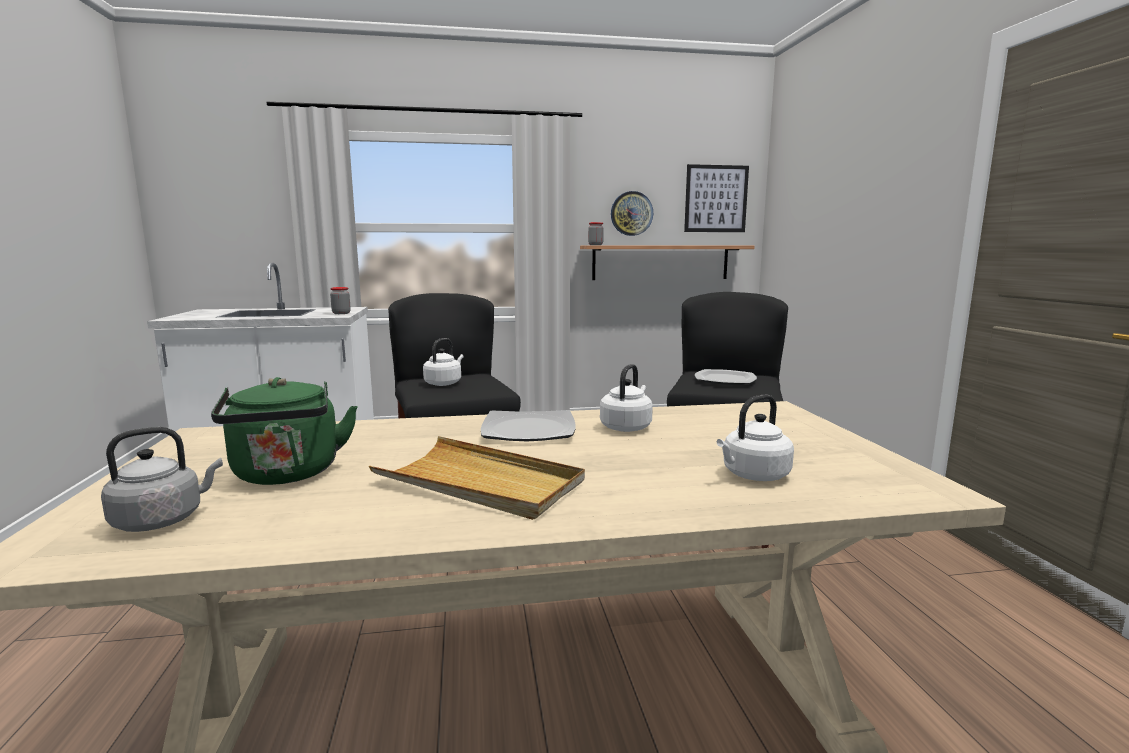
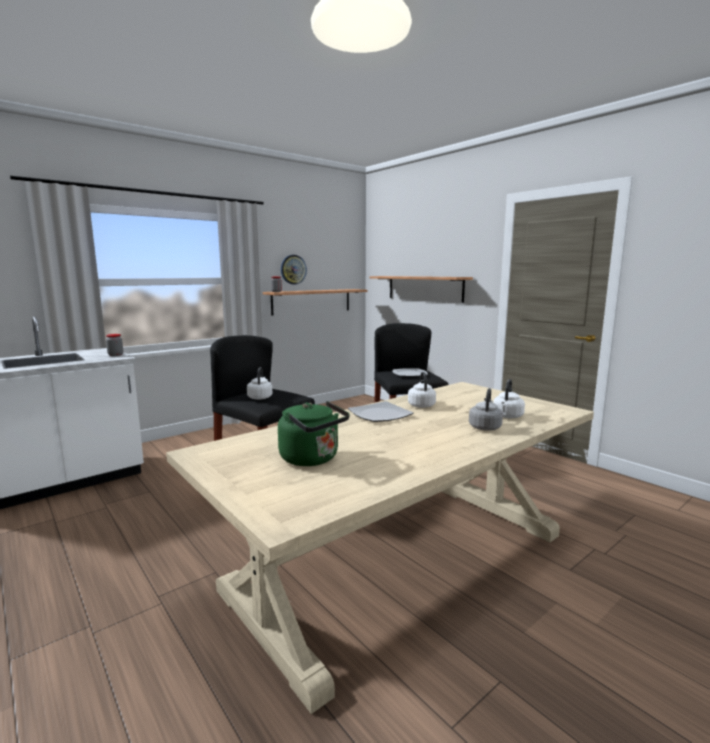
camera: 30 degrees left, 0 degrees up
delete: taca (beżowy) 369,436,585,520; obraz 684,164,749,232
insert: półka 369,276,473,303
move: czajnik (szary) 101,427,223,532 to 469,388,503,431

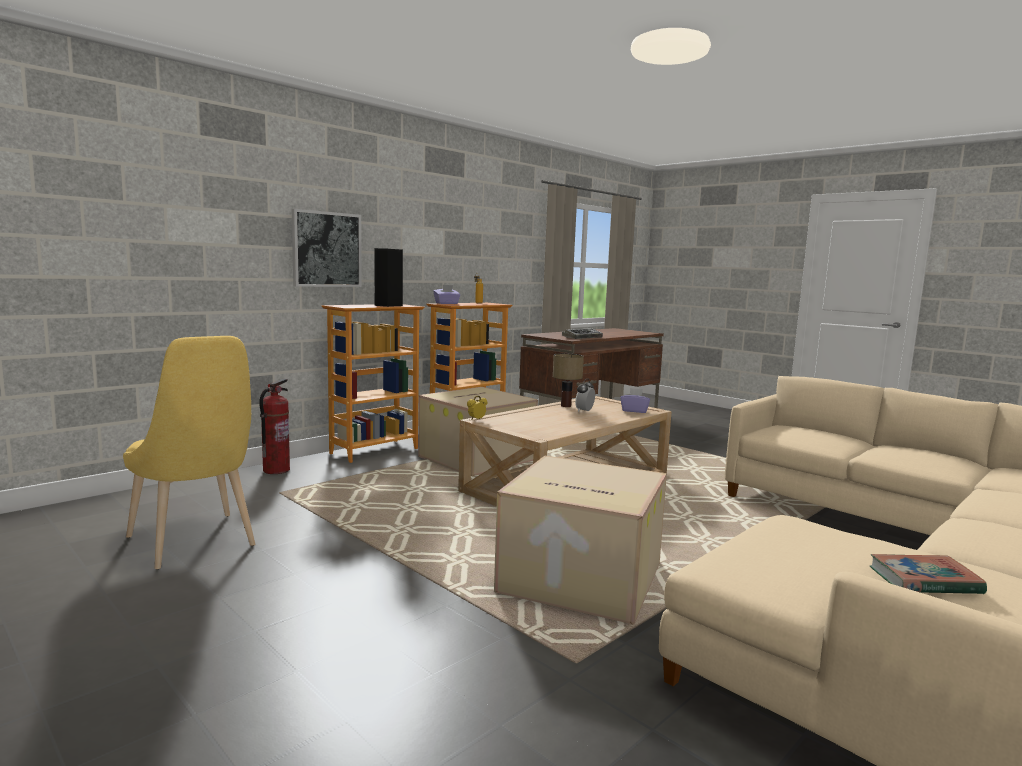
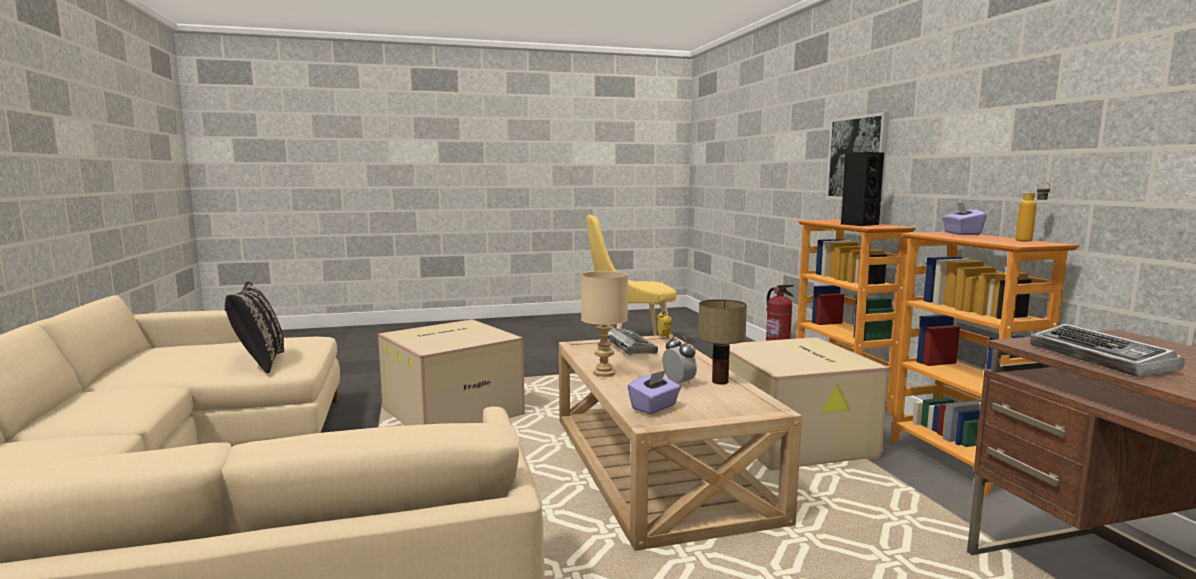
camera: 120 degrees right, 0 degrees up
delete: książka 870,554,987,594
insert: poduszka (czarny) 225,282,284,373; lampa stołowa (beżowy) 581,271,628,377; klawiatura 608,328,658,355

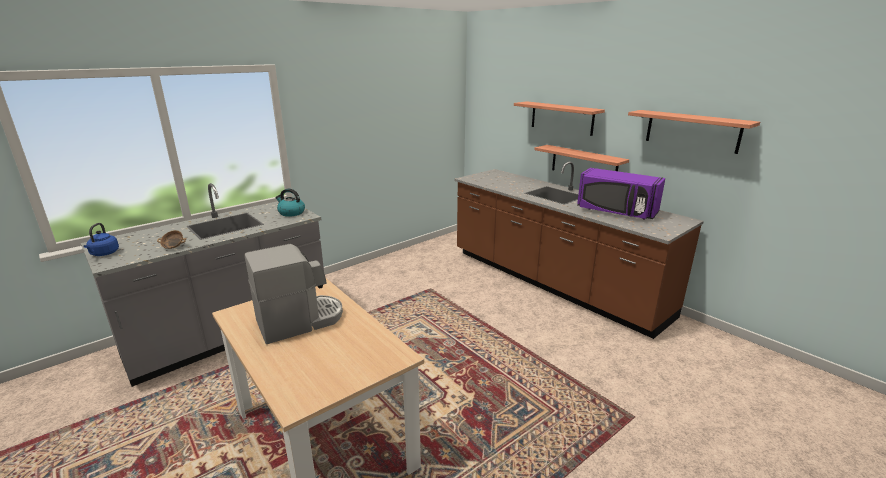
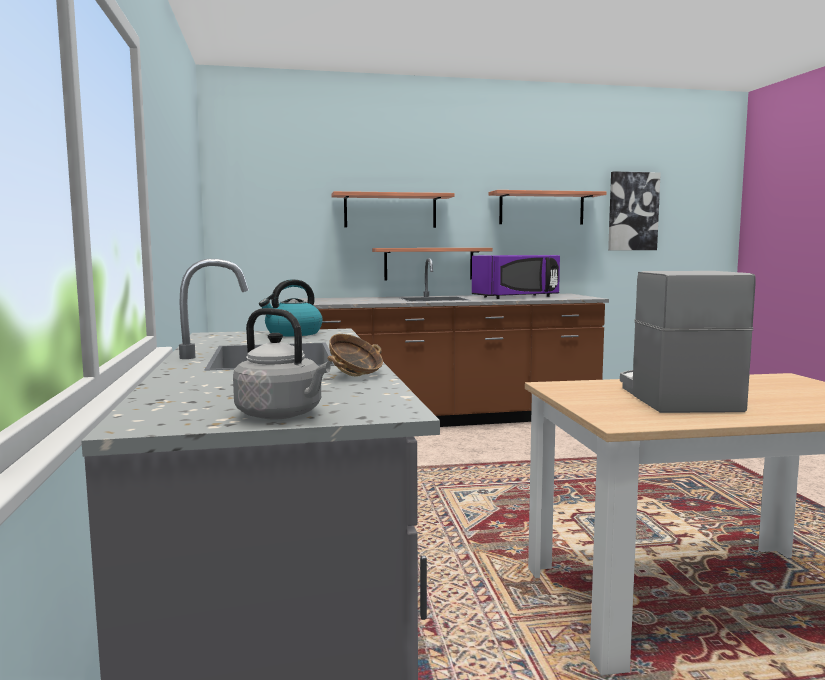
camera: 60 degrees left, 15 degrees down
insert: obraz 608,171,661,250
recolor: czajnik (niebieski) 83,223,119,256 to czajnik (szary) 233,308,331,419

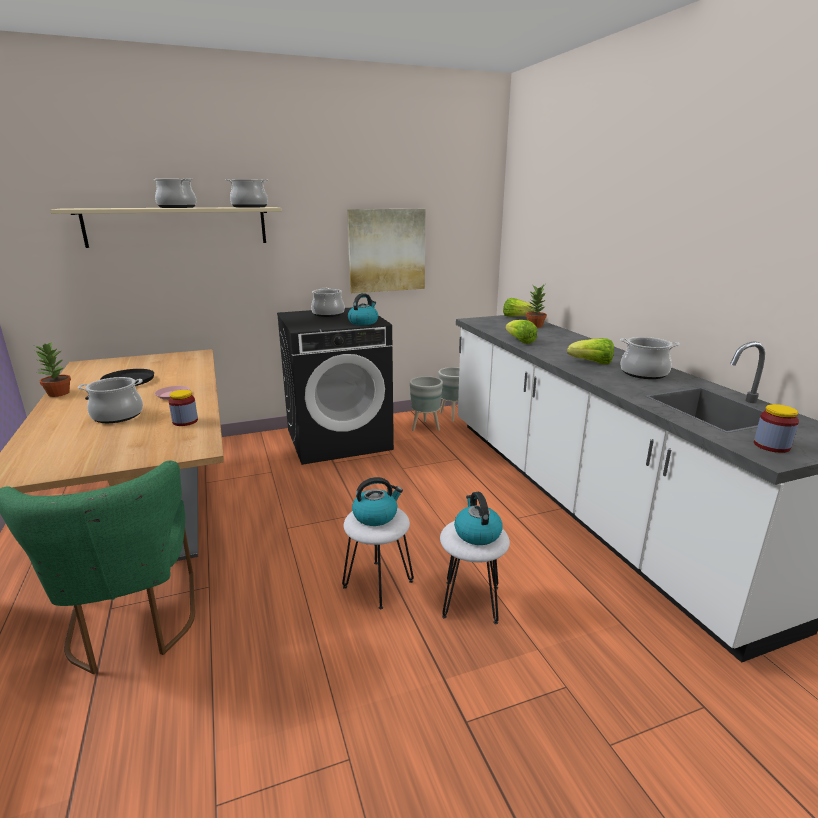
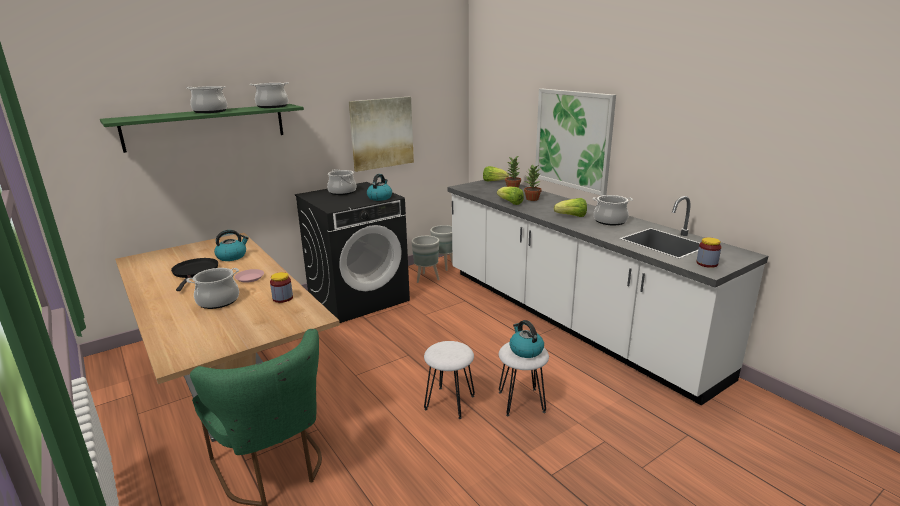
camera: 15 degrees left, 0 degrees up
insert: obraz 535,89,616,196
move: roślina doniczkowa 35,342,71,397 to 524,165,542,201; czajnik 352,477,403,526 to 214,230,249,261
recolor: półka (beżowy) 50,207,282,248 to półka (zielony) 100,104,304,153

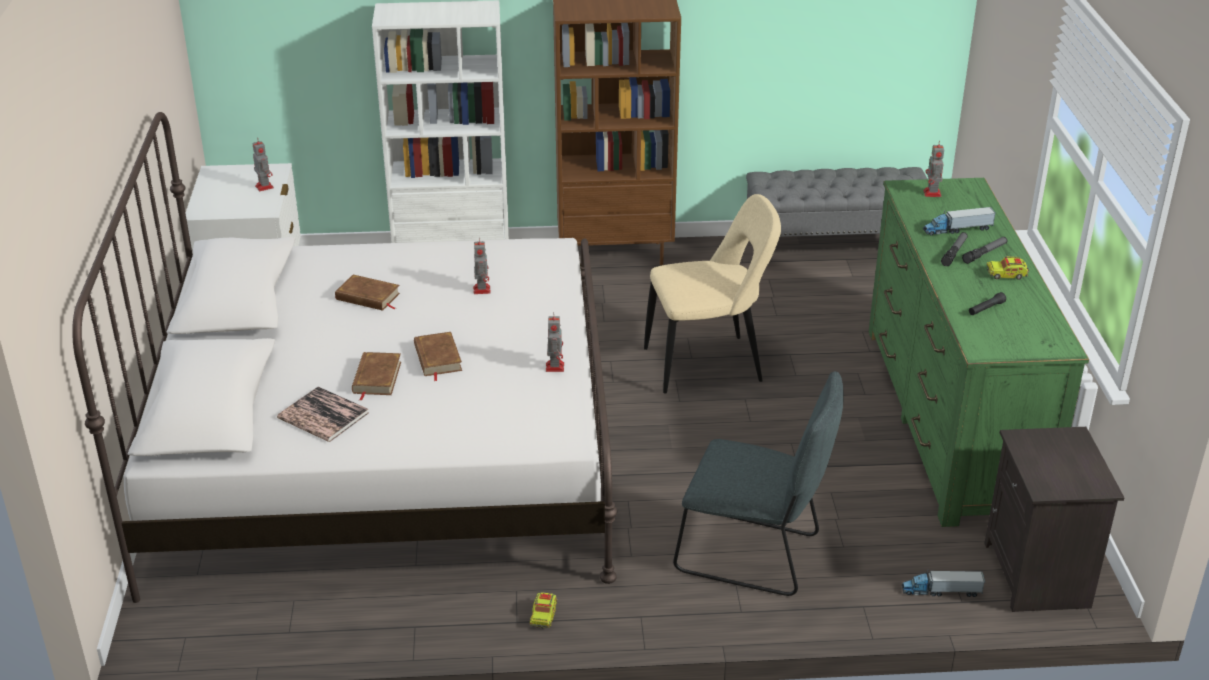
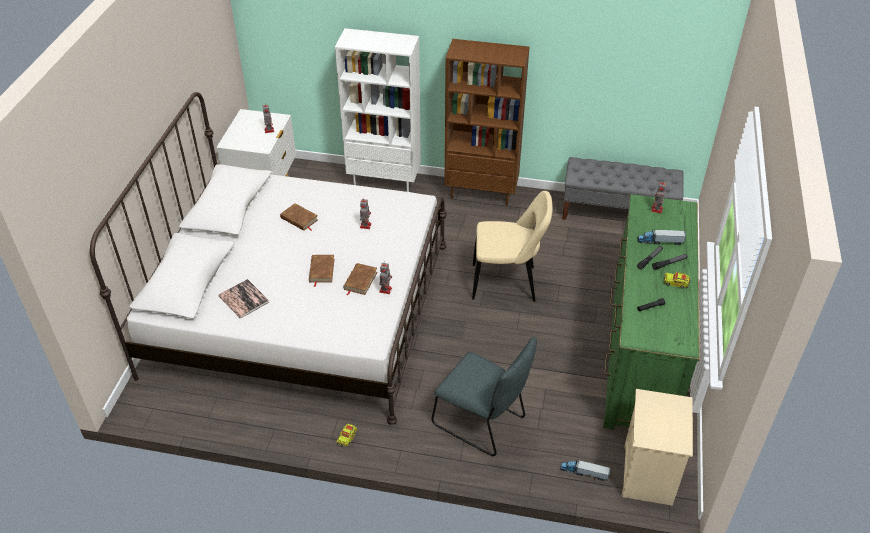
camera: 15 degrees right, 10 degrees up
move: książka (brązowy) 352,352,401,401 to 343,263,377,296
recolor: szafka nocna (czarny) 984,427,1125,612 to szafka nocna (beżowy) 622,389,693,506

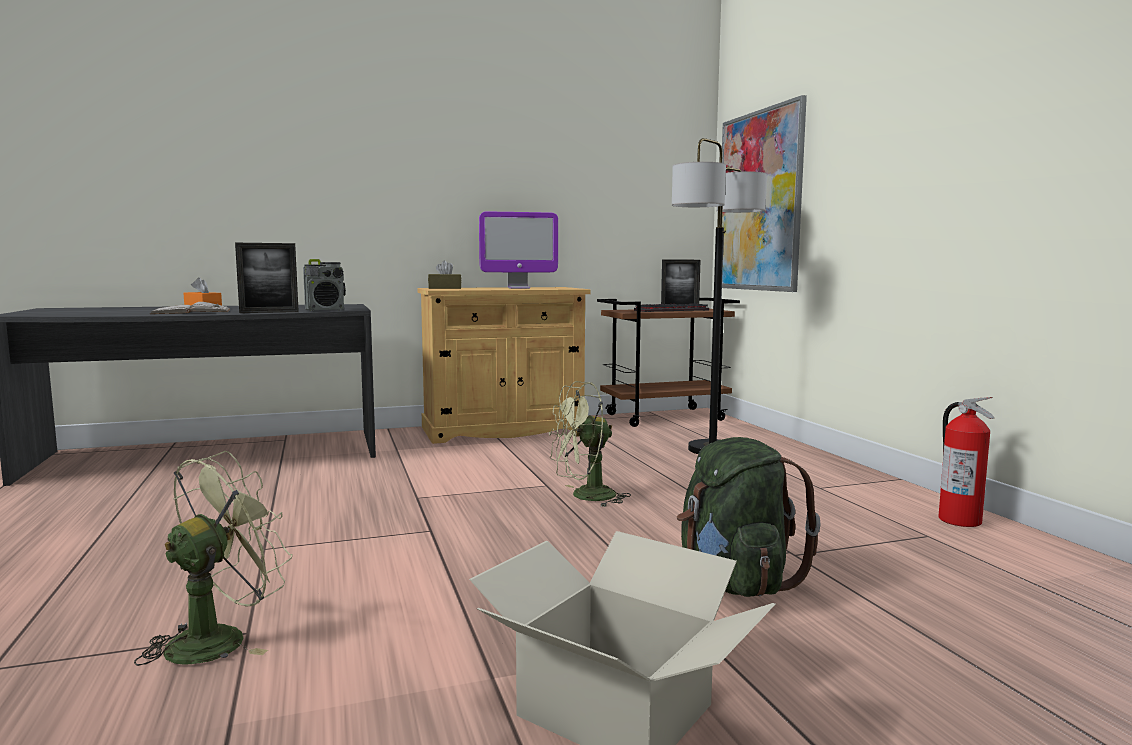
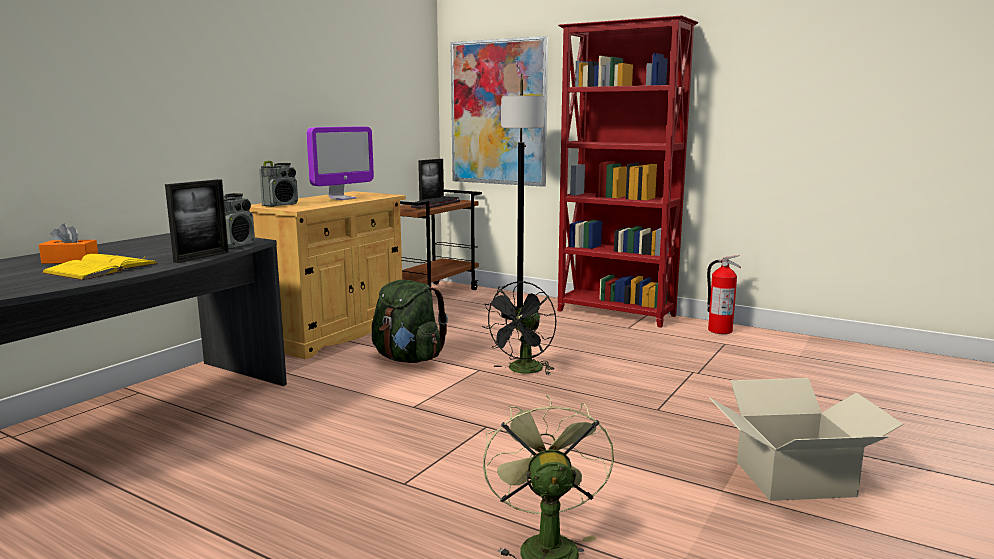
camera: 40 degrees left, 5 degrees up
insert: regał (czerwony) 558,15,699,328
move: plecak (zielony) 677,437,821,597 to 372,279,448,363
replace: pudełko chusteczek (brązowy) 428,260,462,289 to radio 259,161,298,207
recolor: książka (biały) 150,302,230,314 to książka (żółty) 42,254,158,280; wentylator (zielony) 549,381,631,507 to wentylator (czarny) 482,281,556,375

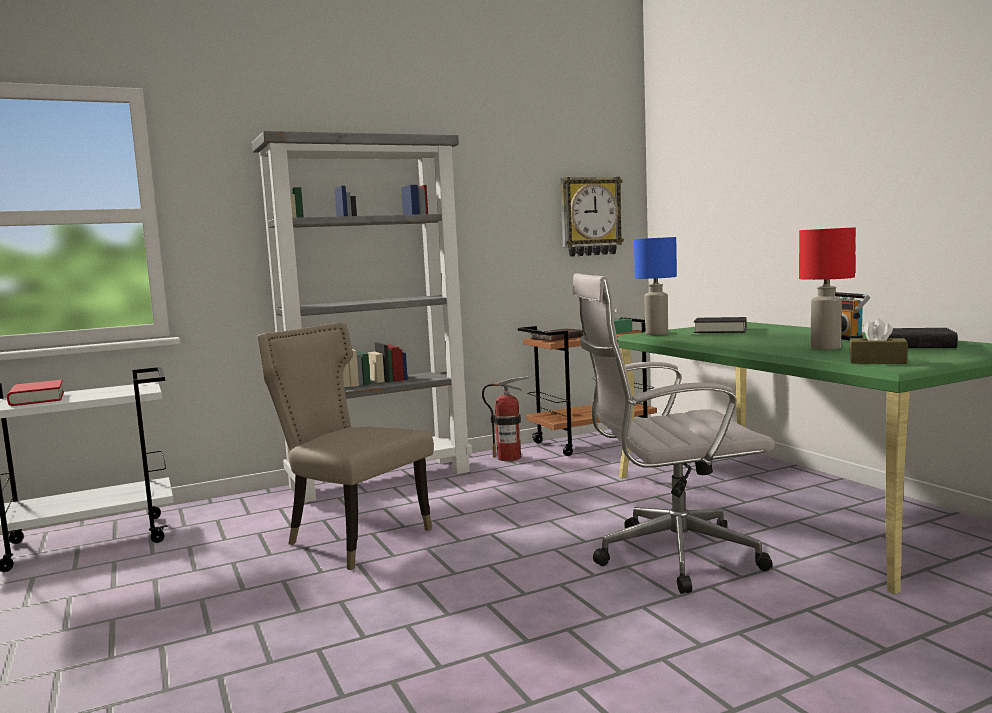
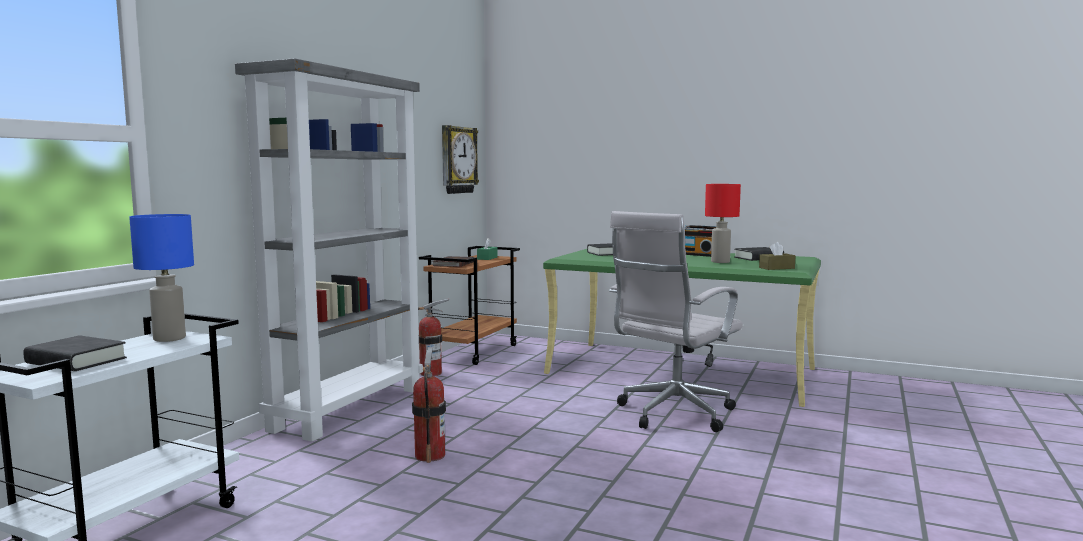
camera: 40 degrees left, 0 degrees up
move: lampa stołowa (niebieski) 634,237,677,335 to 129,214,194,342
replace: krzesło (beżowy) 257,322,434,570 to gaśnica 412,347,446,463
recolor: książka (czerwony) 7,380,64,406 to książka (czarny) 23,335,127,371

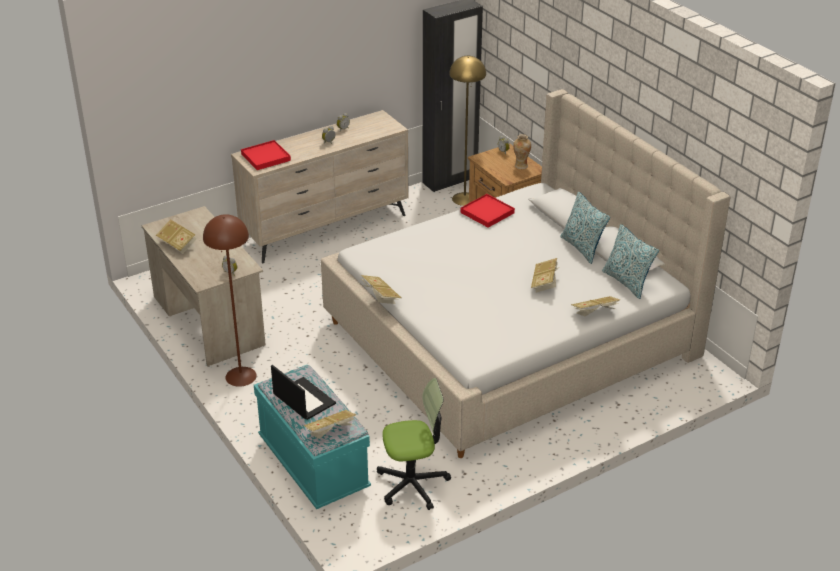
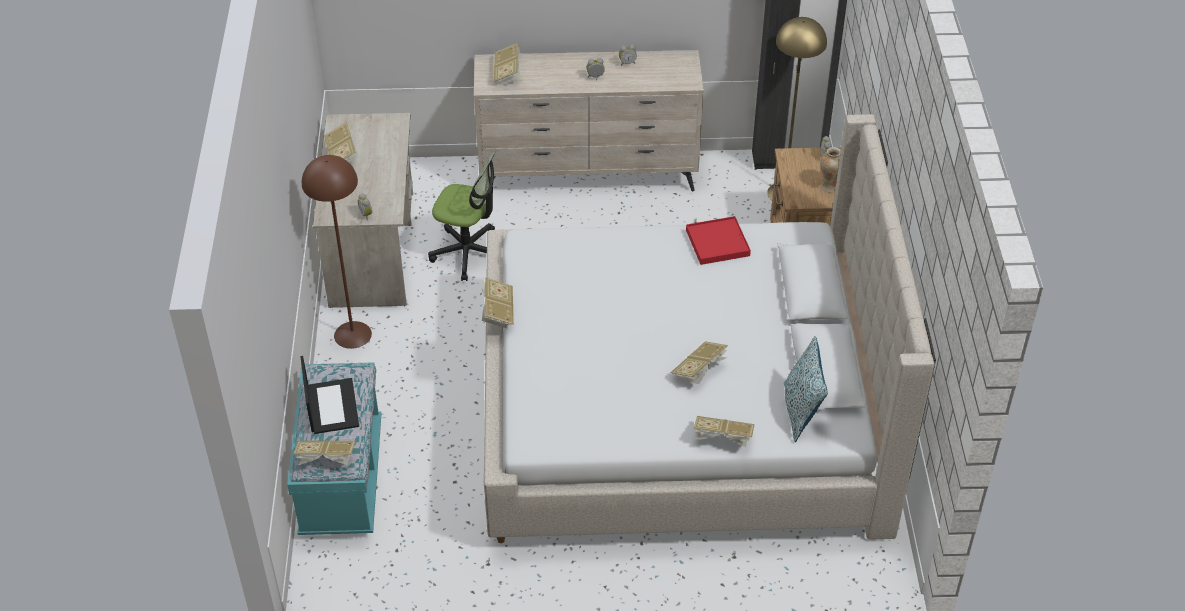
camera: 30 degrees right, 10 degrees up
delete: poduszka 560,192,610,264
move: krzesło biurowe 377,378,451,510 to 428,152,495,281
replace: taca (czerwony) 241,140,291,170 to książka 494,43,522,86

